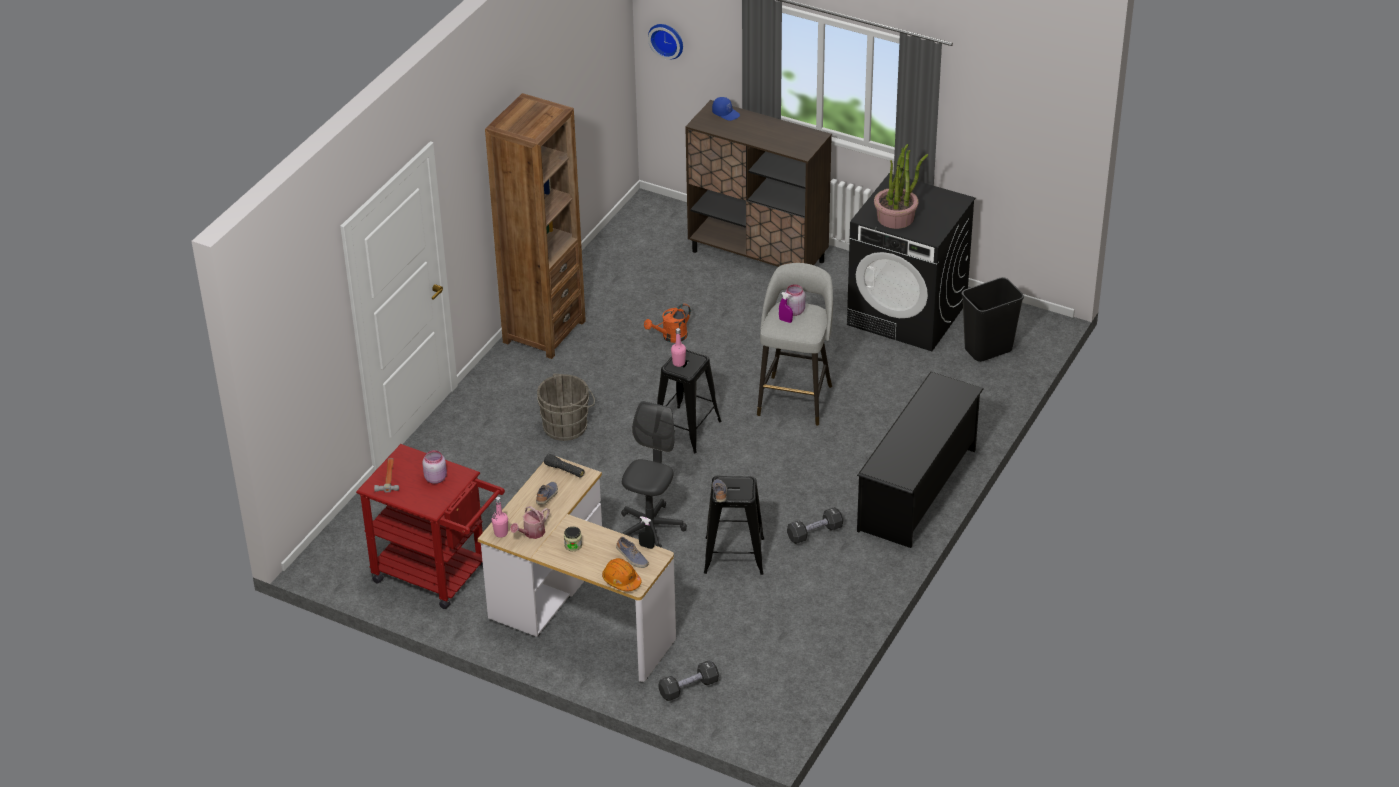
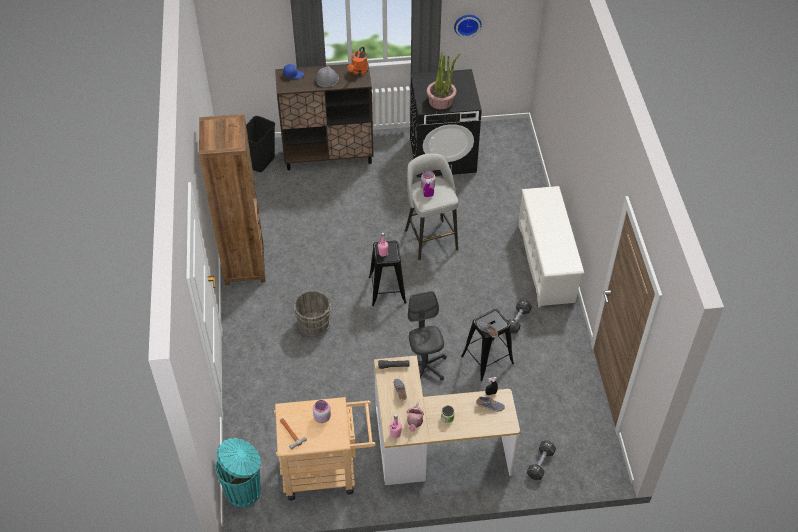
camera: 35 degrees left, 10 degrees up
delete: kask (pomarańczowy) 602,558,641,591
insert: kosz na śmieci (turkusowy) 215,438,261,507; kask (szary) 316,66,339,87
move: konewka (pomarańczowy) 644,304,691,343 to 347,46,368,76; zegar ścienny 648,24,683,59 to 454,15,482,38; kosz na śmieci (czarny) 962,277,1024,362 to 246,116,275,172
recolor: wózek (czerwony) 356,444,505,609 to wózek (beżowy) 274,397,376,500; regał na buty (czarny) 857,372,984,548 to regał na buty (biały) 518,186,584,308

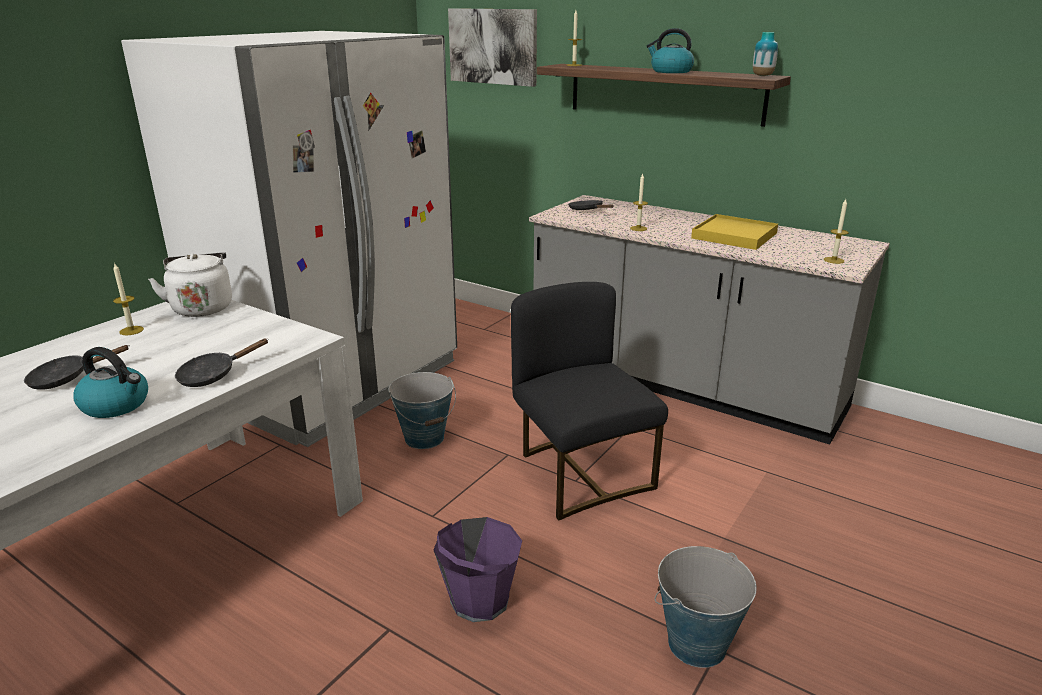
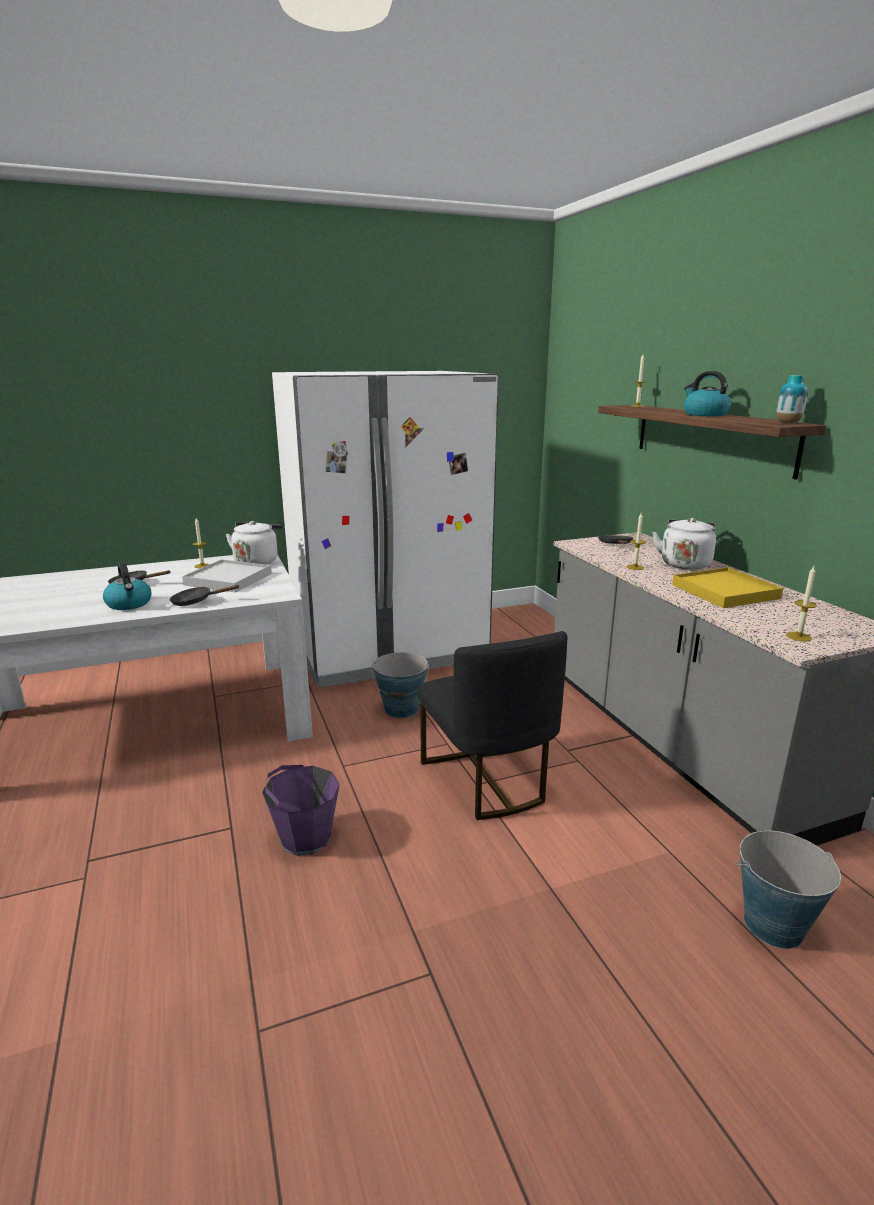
camera: 35 degrees right, 5 degrees down
delete: obraz 448,8,537,87
insert: taca (biały) 182,559,272,593; czajnik (biały) 652,518,716,570
move: wiadro 654,546,757,668 to 734,830,841,949
rotate: krzesło (czarny) 511,282,668,521 = 418,631,567,820 150 degrees clockwise

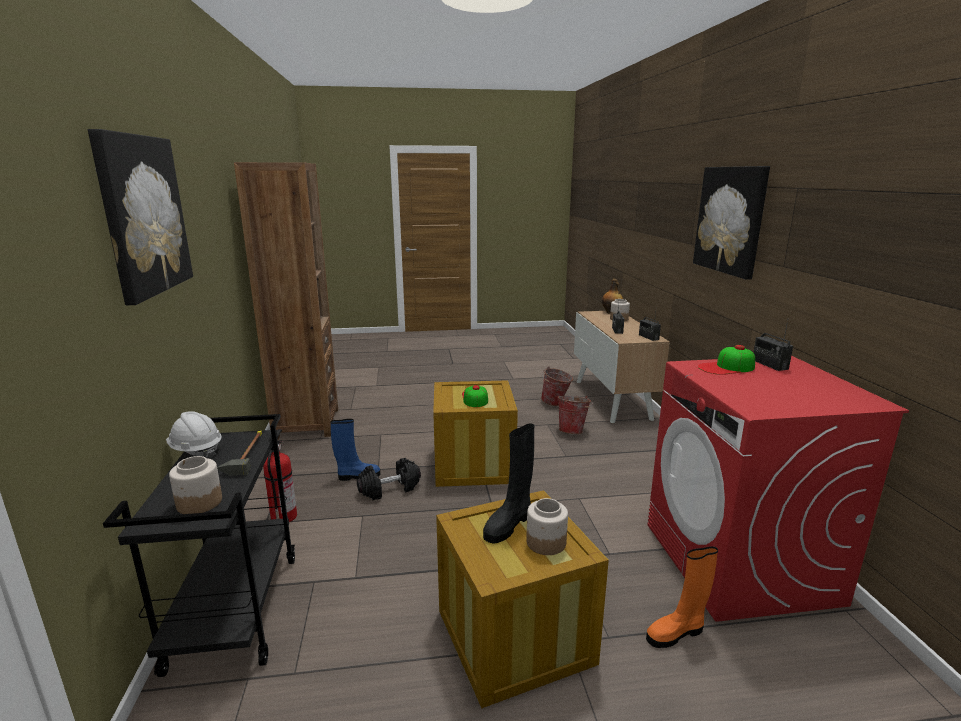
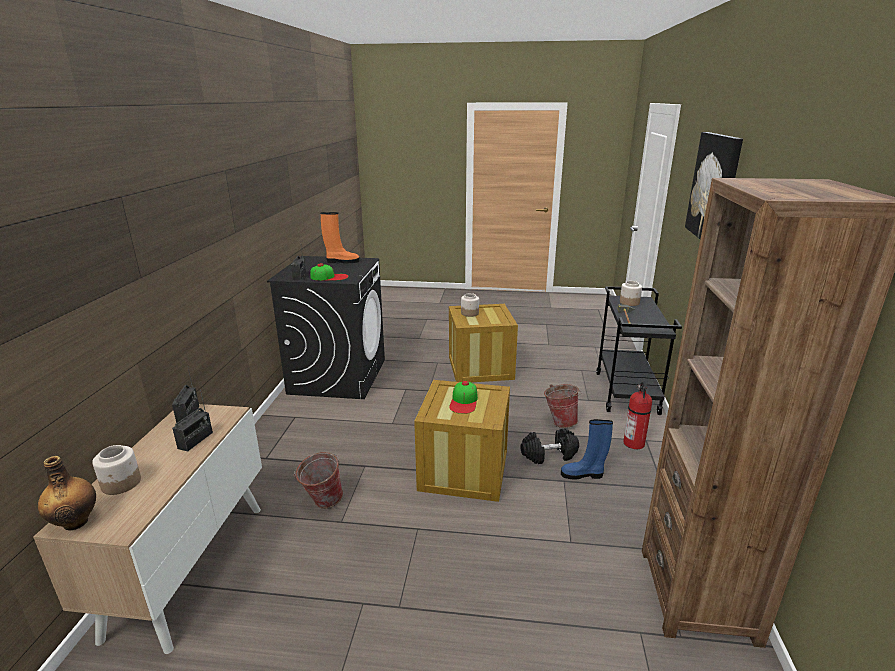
camera: 165 degrees left, 5 degrees up
delete: kask (biały) 166,411,222,458; but z cholewką (czarny) 483,423,535,544; obraz 693,166,770,279
move: wiadro 541,366,573,406 to 544,384,581,428; but z cholewką (pomarańczowy) 646,546,718,648 to 320,212,360,263
recolor: pralka (czerwony) 648,356,909,622 to pralka (czarny) 267,256,385,399

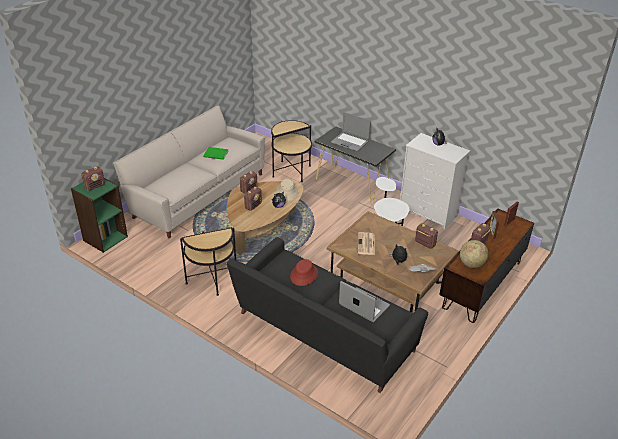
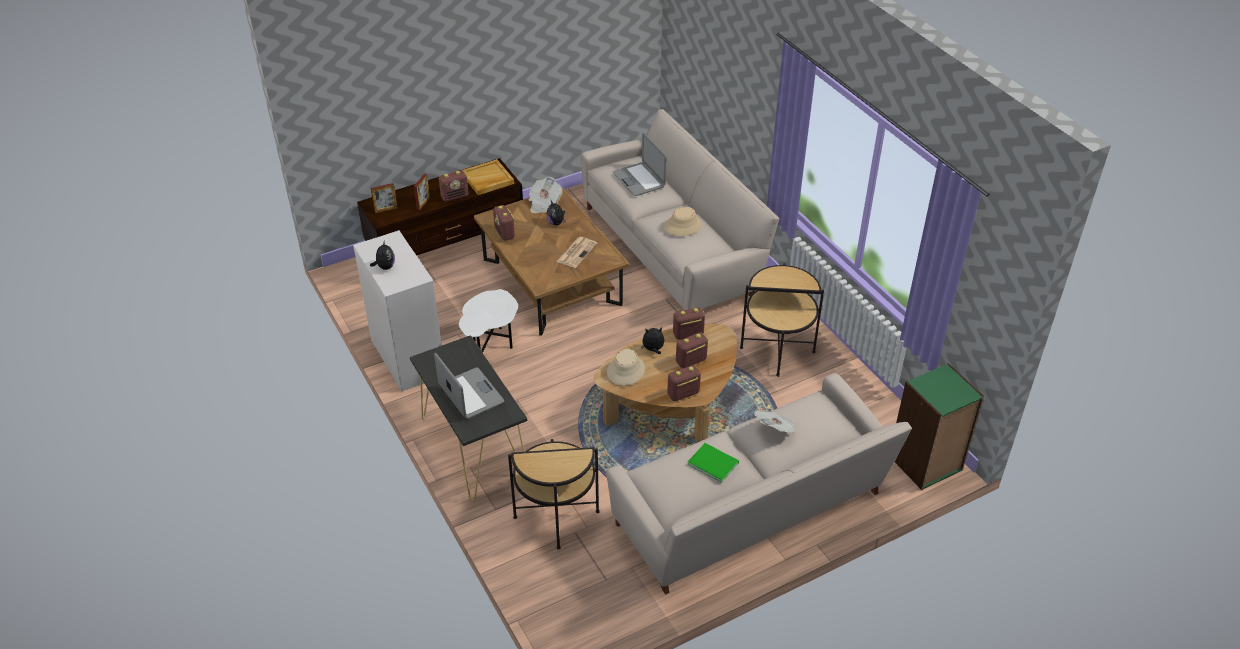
camera: 155 degrees left, 5 degrees up
insert: gazeta 754,410,797,433
move: radio 81,167,105,191 to 673,307,705,340
replace: globus 460,240,488,268 to taca (beżowy) 462,159,514,195
recolor: kanapa (czarny) 227,237,428,393 to kanapa (beżowy) 580,109,780,310; kapelusz (czerwony) 290,259,318,286 to kapelusz (beżowy) 664,207,702,236

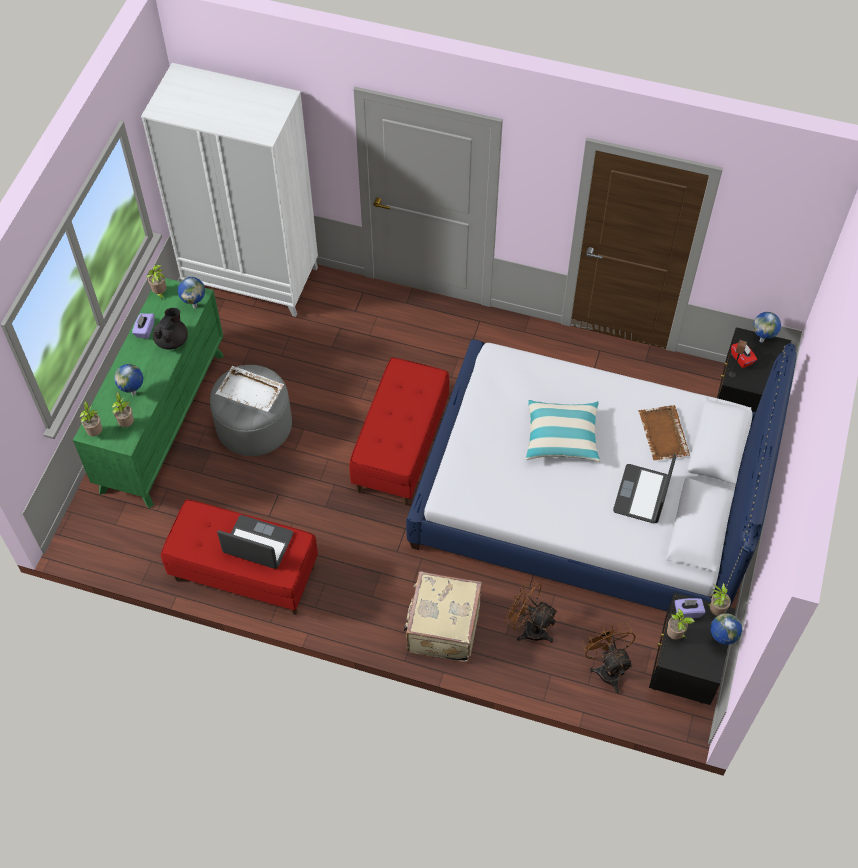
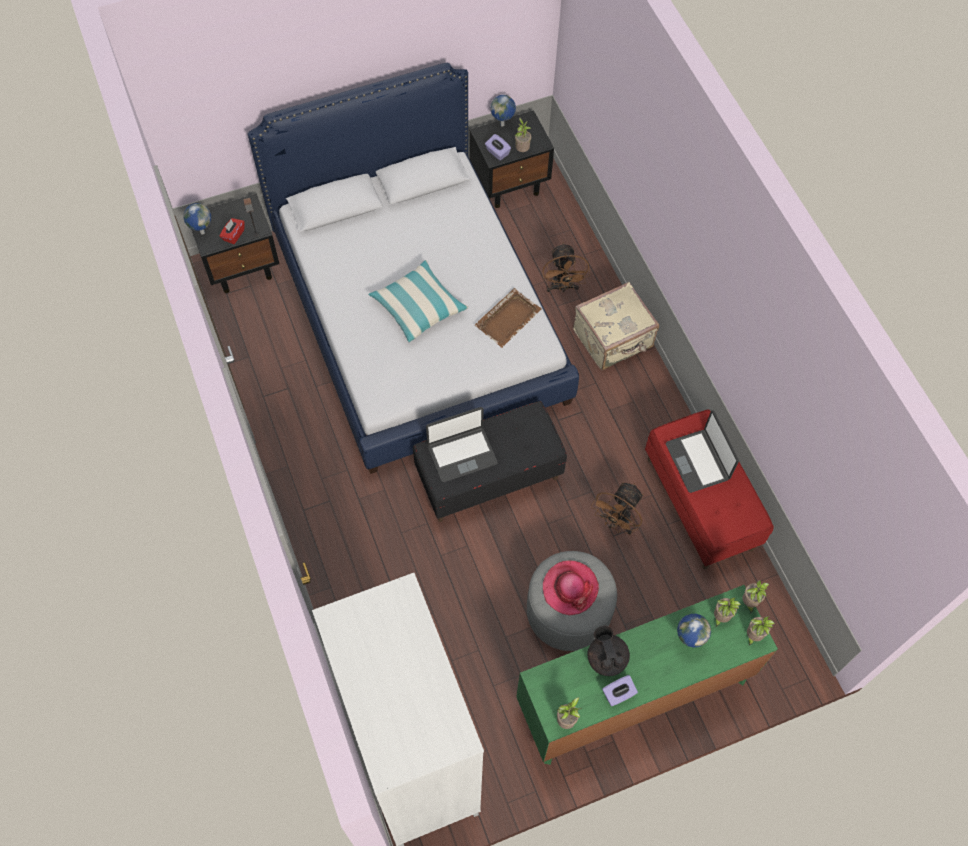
camera: 130 degrees left, 5 degrees up
delete: globus 178,277,205,308
move: wentylator (brązowy) 582,622,635,693 to 591,482,643,535; laptop 613,453,676,523 to 426,407,497,482; taca (brązowy) 638,405,690,461 to 475,288,541,348; roślina doniczkowa 707,583,731,616 to 742,580,769,614
replace: taca (biały) 216,366,284,412 to kapelusz 543,561,599,615
recolor: ławka (czerwony) 349,357,450,506 to ławka (czarny) 413,401,567,522
rotate: imbryk (czarny) 153,308,188,350 = 587,625,630,676 90 degrees clockwise

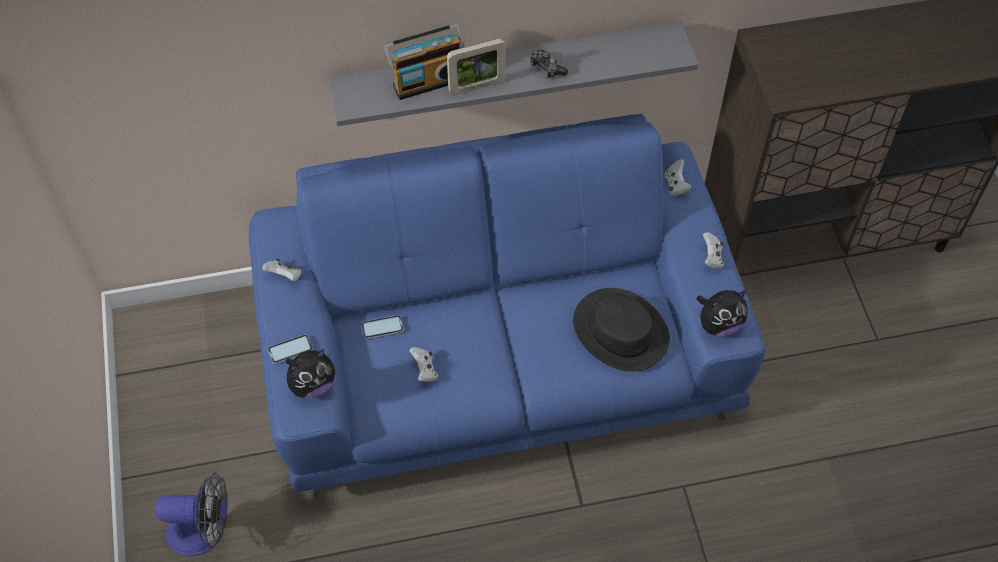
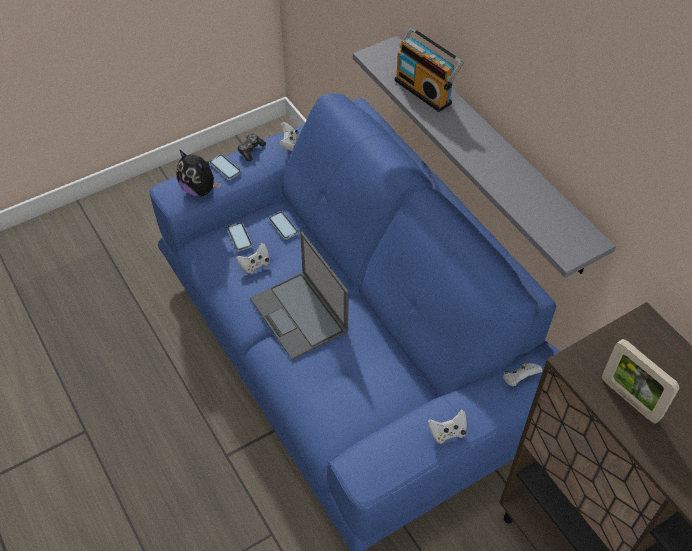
camera: 70 degrees right, 5 degrees down
delete: wentylator 155,472,228,557; kapelusz (czarny) 573,288,670,371; pluszak 696,290,748,337
insert: telefon 227,222,253,251; laptop 250,232,348,360
move: ramka na zdjęcie 447,38,506,96 to 602,339,680,424; pad do gier 530,50,568,79 to 237,134,266,162

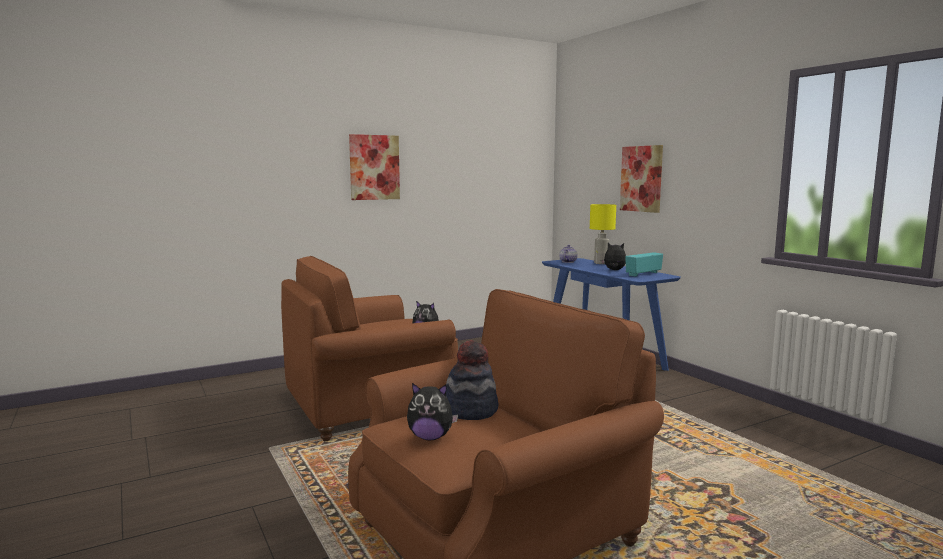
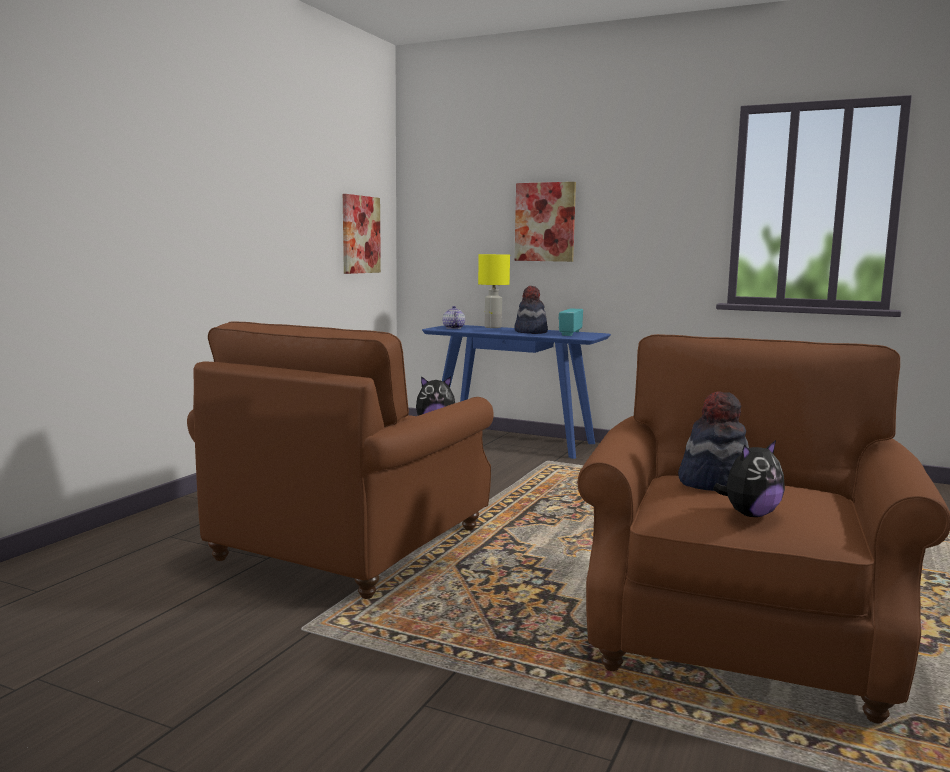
camera: 35 degrees left, 0 degrees up
move: obraz 349,134,400,200 to 343,194,381,274
replace: pluszak 601,243,626,270 to kapelusz 514,286,548,334

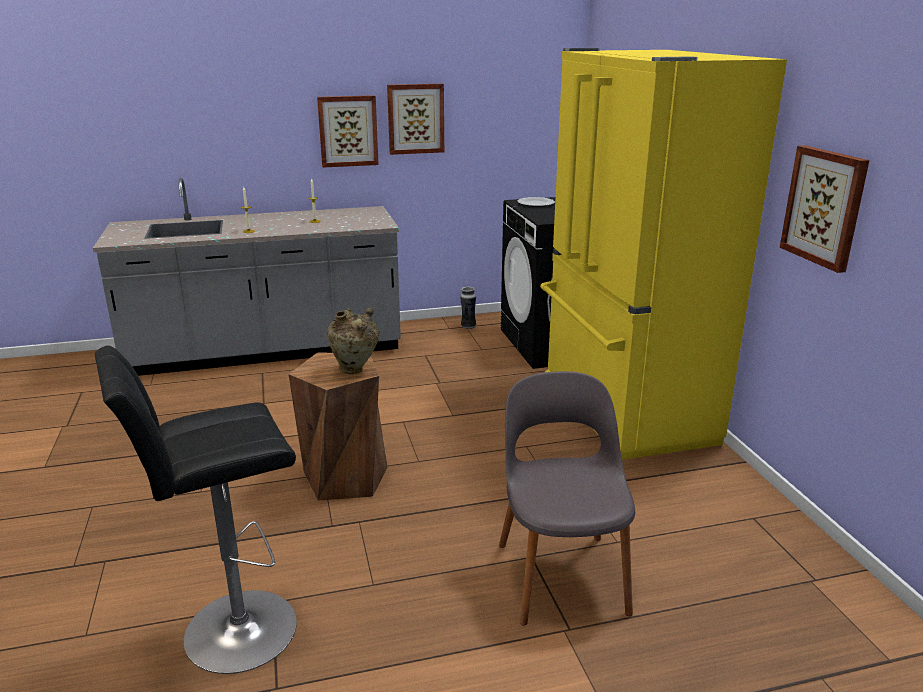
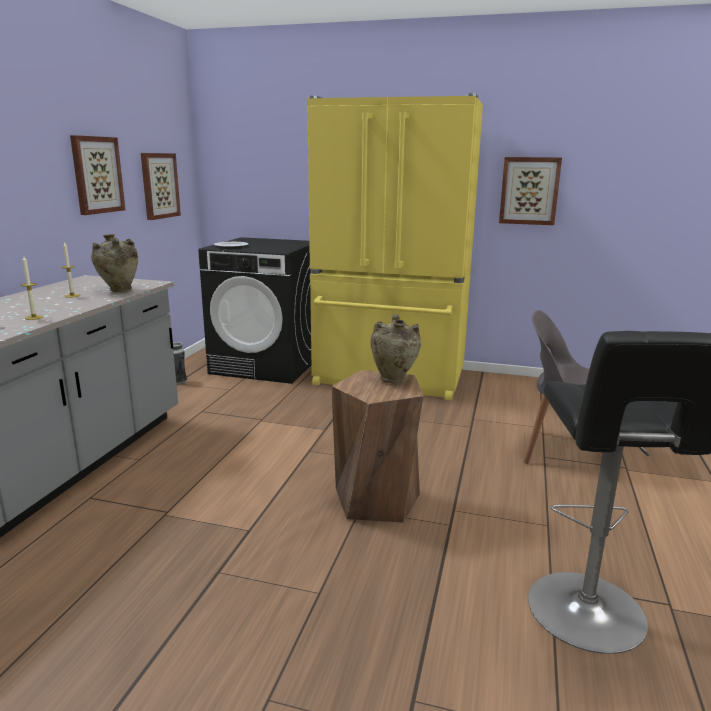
camera: 60 degrees left, 5 degrees down
insert: wazon (beżowy) 91,234,138,292
move: obraz 317,95,379,168 to 141,153,181,220

